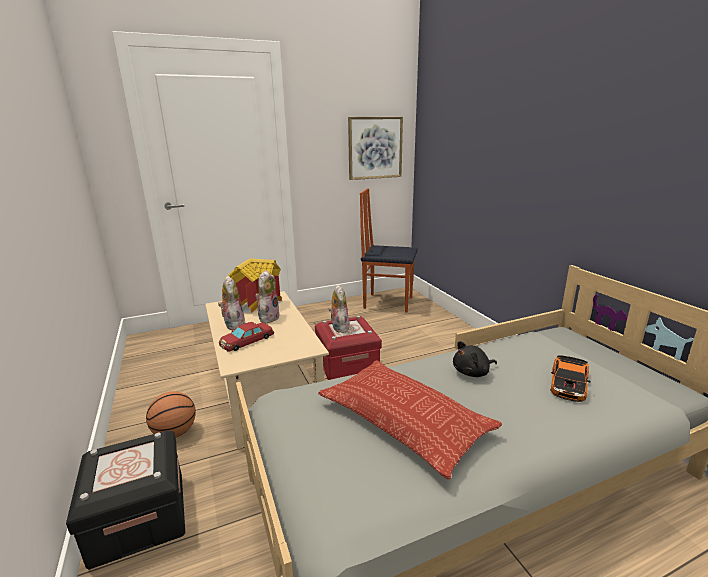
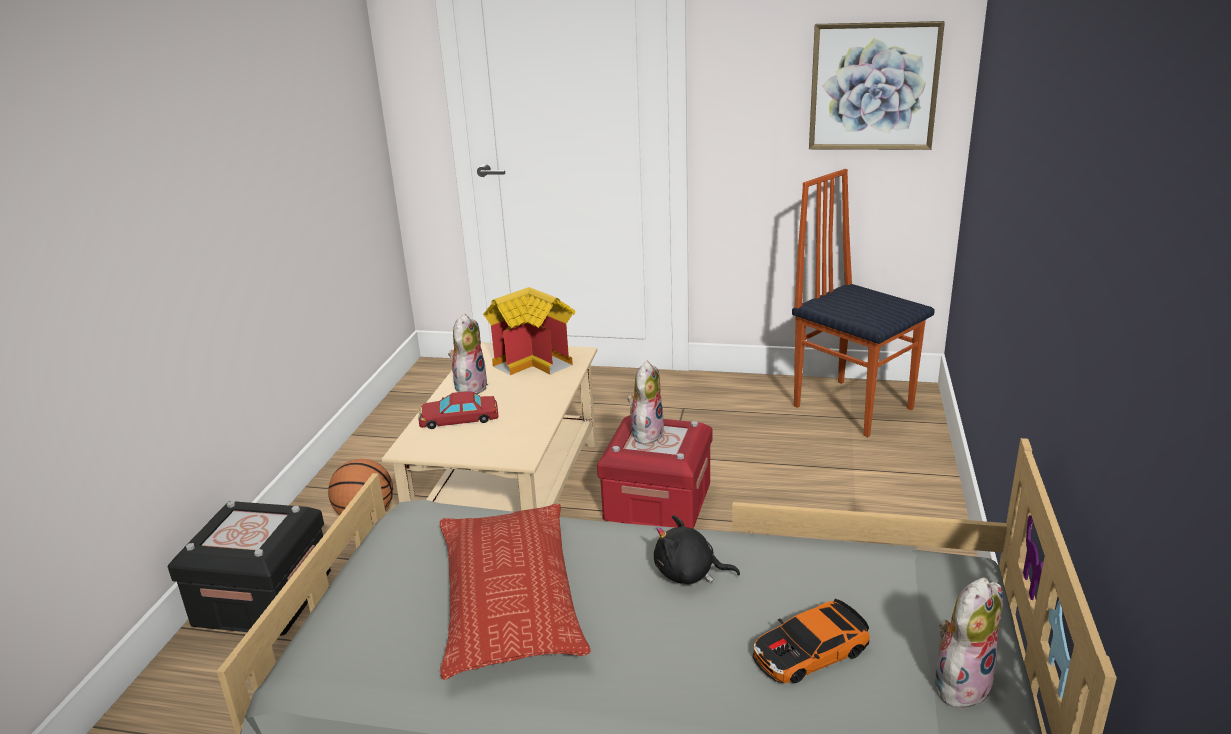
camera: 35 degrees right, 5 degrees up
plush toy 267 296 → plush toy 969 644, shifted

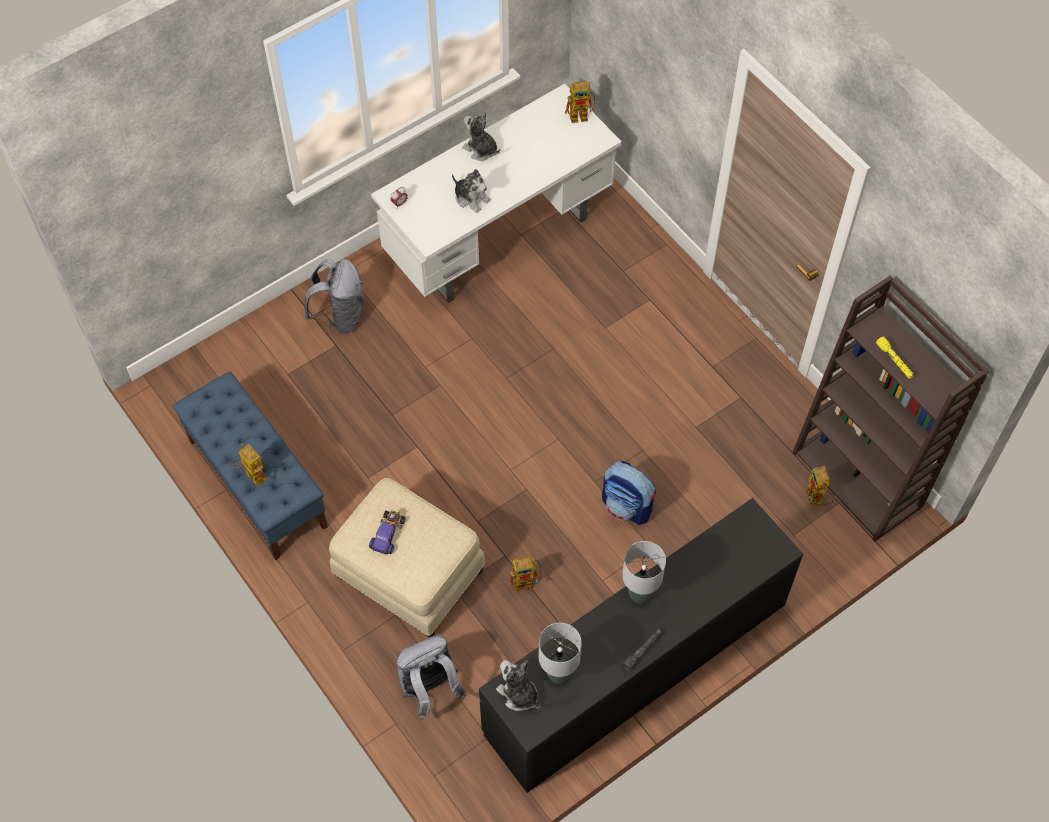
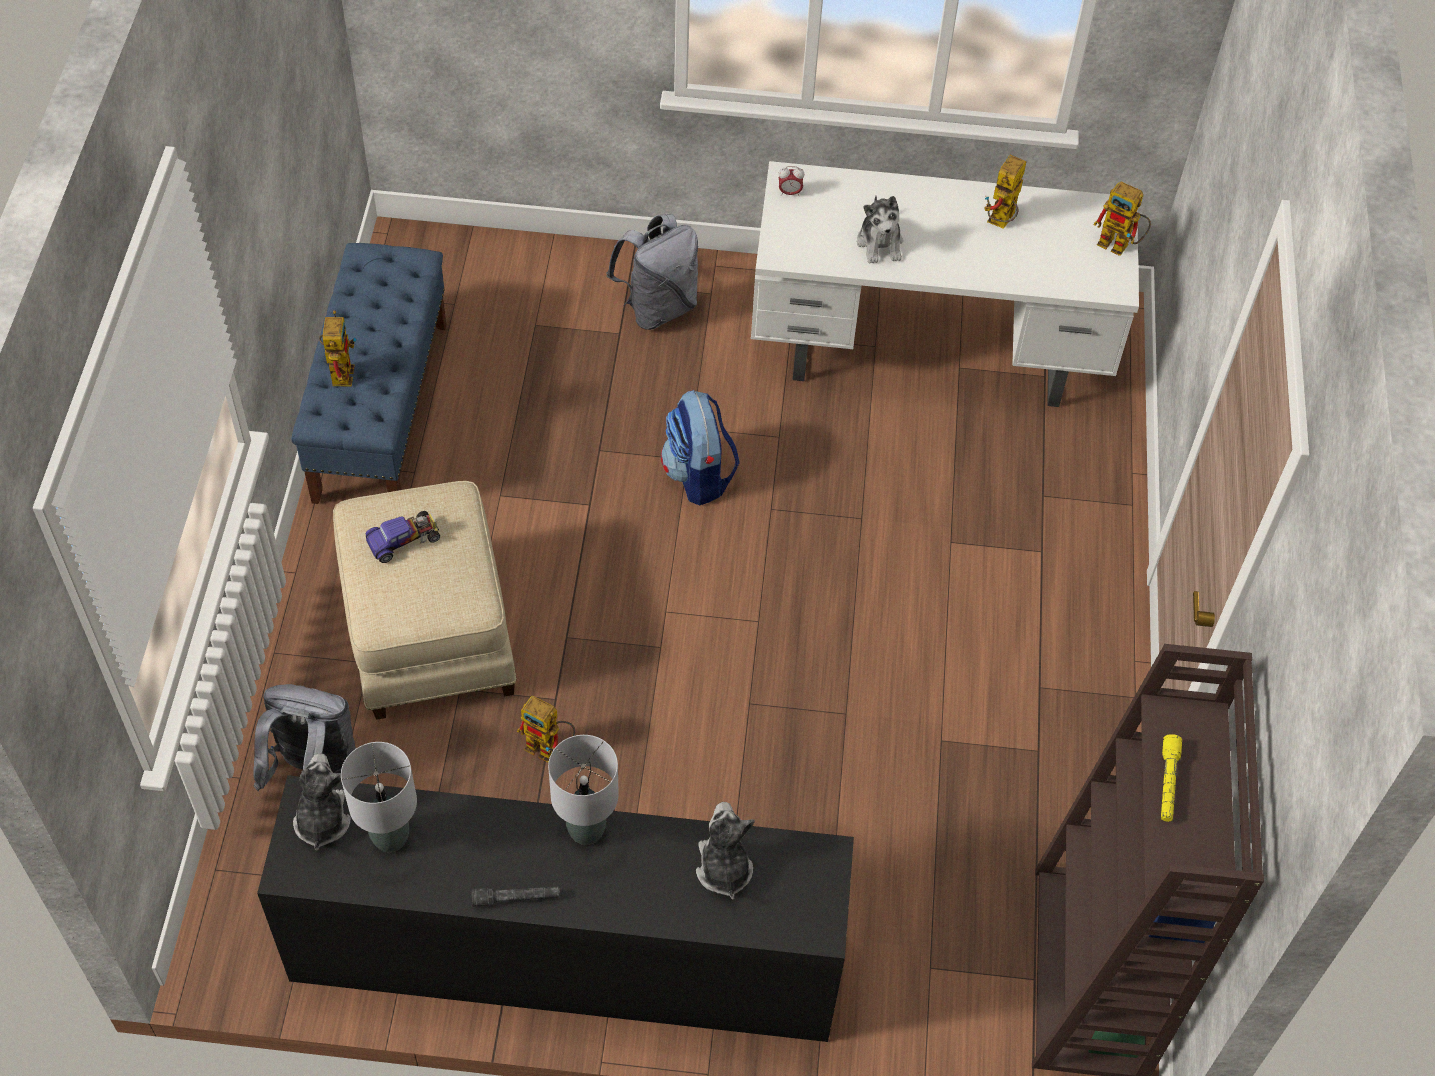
camera: 40 degrees right, 5 degrees down
plush toy 481 136 → plush toy 725 851, shifted
backpack 629 493 → backpack 700 447, shifted
toy robot 820 486 → toy robot 1005 192, shifted

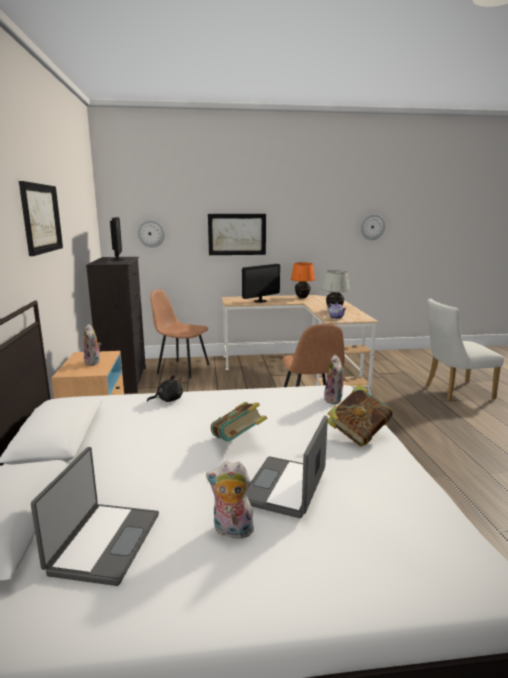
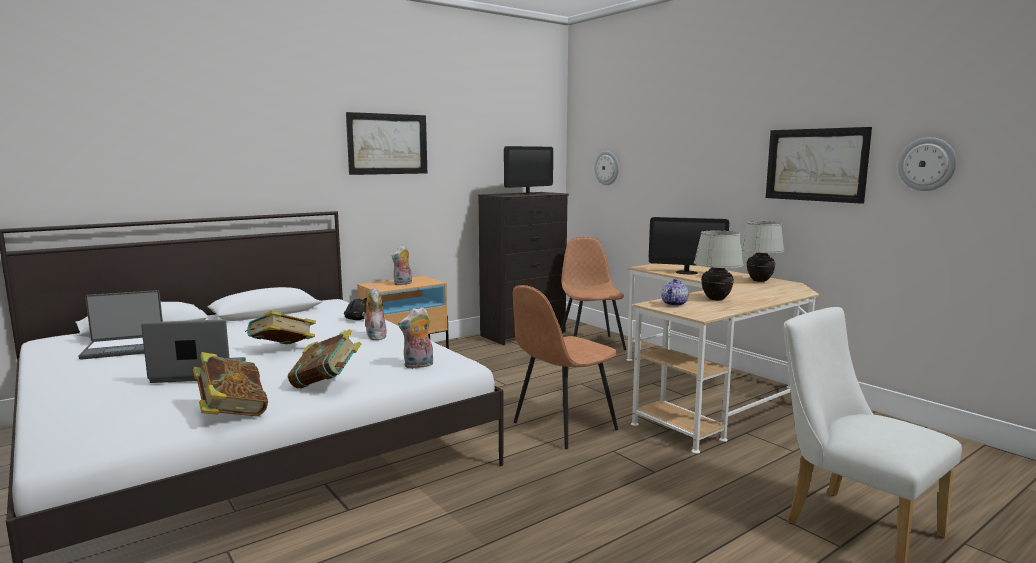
camera: 60 degrees right, 5 degrees down
picture 237 234 → picture 819 165, shifted
orange table lamp 303 280 → white table lamp 762 251
plush toy 230 500 → plush toy 374 313, shifted
- → book 230 384

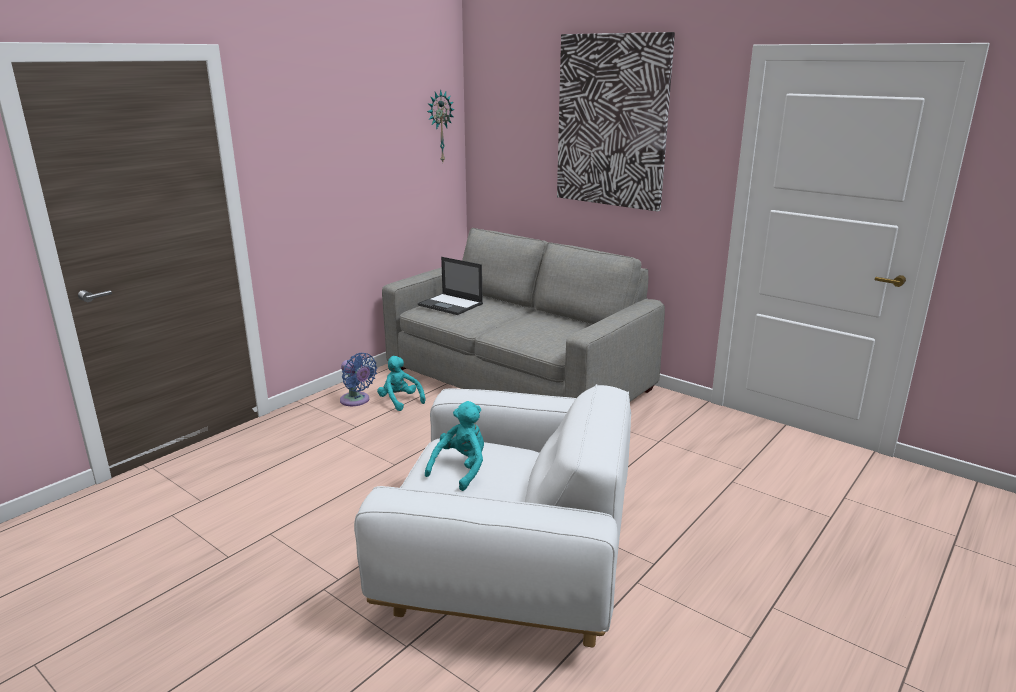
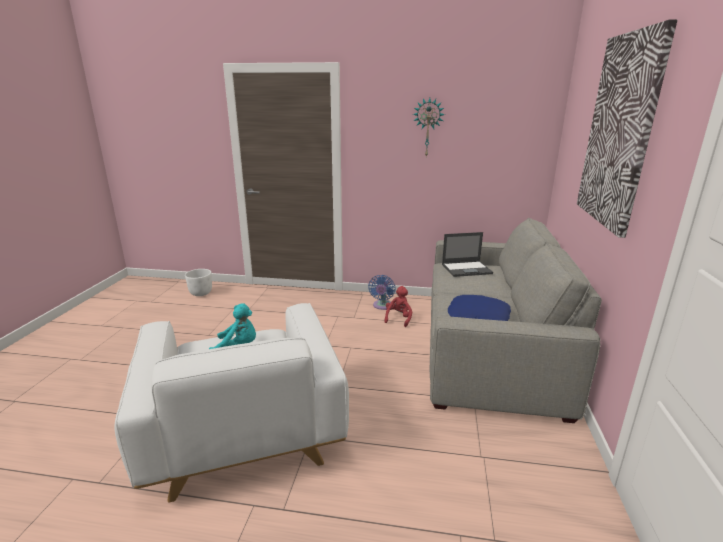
camera: 60 degrees right, 0 degrees up
wall clock 441 125 → wall clock 429 127, shifted
laptop 450 286 → laptop 467 254, 105 degrees counterclockwise
turquoise plush toy 401 383 → red plush toy 398 306
- → white planter 198 282
- → blue pillow 479 308

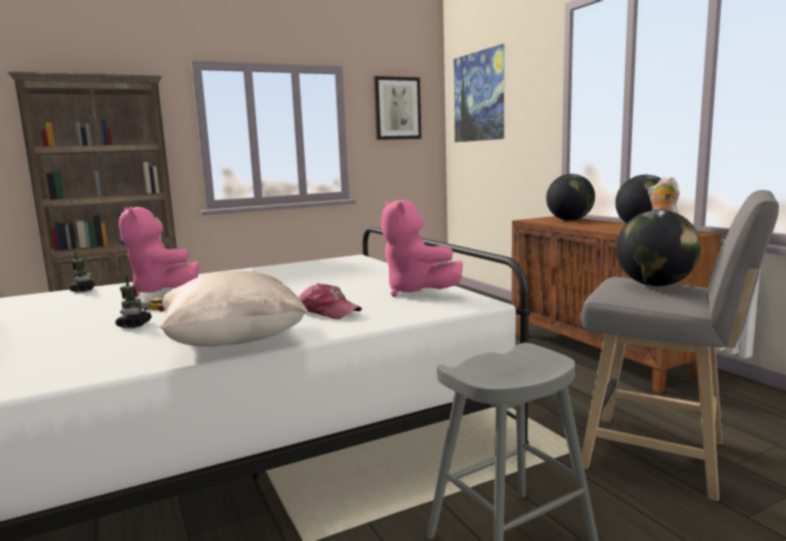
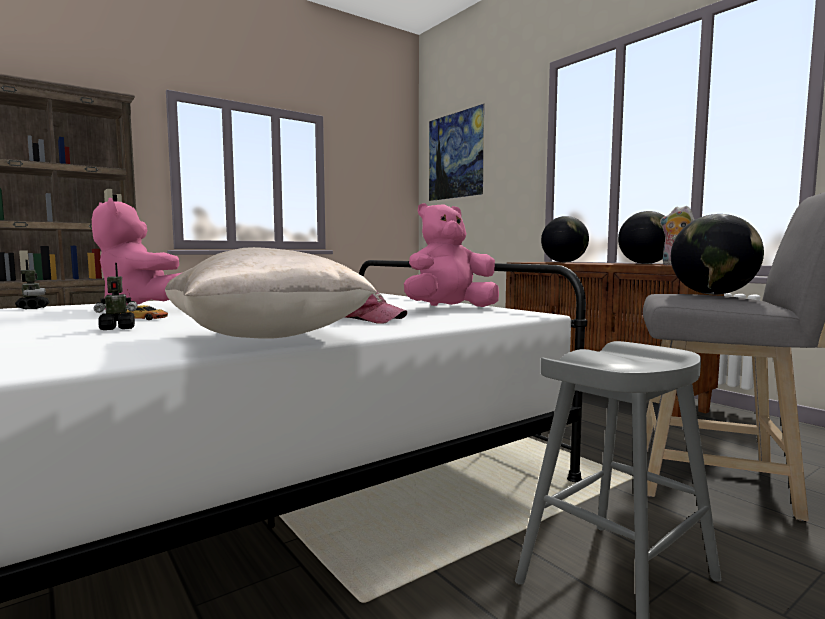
camera: 10 degrees left, 5 degrees down
picture 398 108 → -
pink plush toy 422 248 → pink plush toy 451 255, 105 degrees clockwise
toy robot 133 301 → toy robot 115 296, 75 degrees clockwise

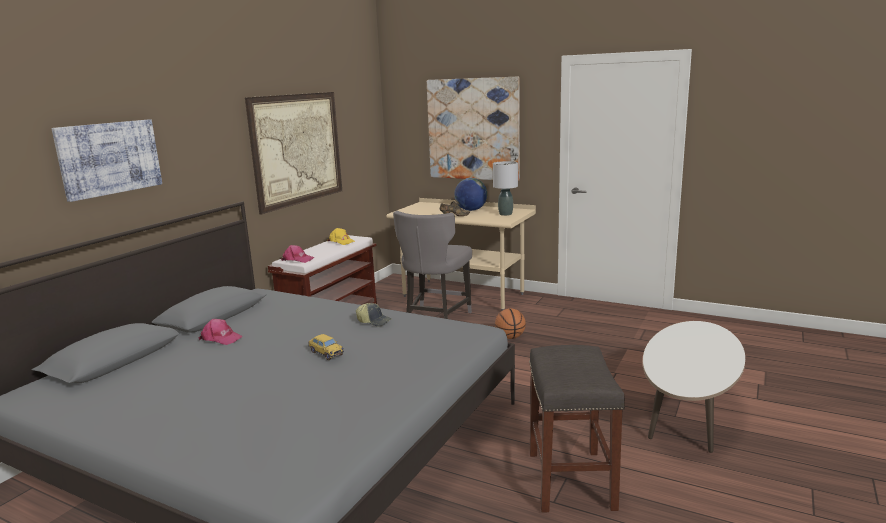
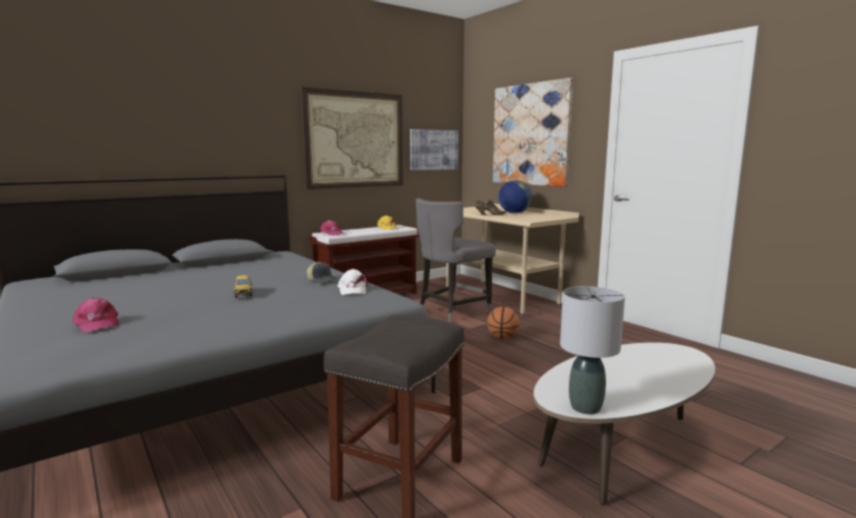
camera: 25 degrees right, 5 degrees down
picture 107 161 → picture 434 149, shifted
grey table lamp 505 188 → grey table lamp 592 350, shifted
pink cap 220 332 → pink cap 96 314, shifted
- → white cap 353 282

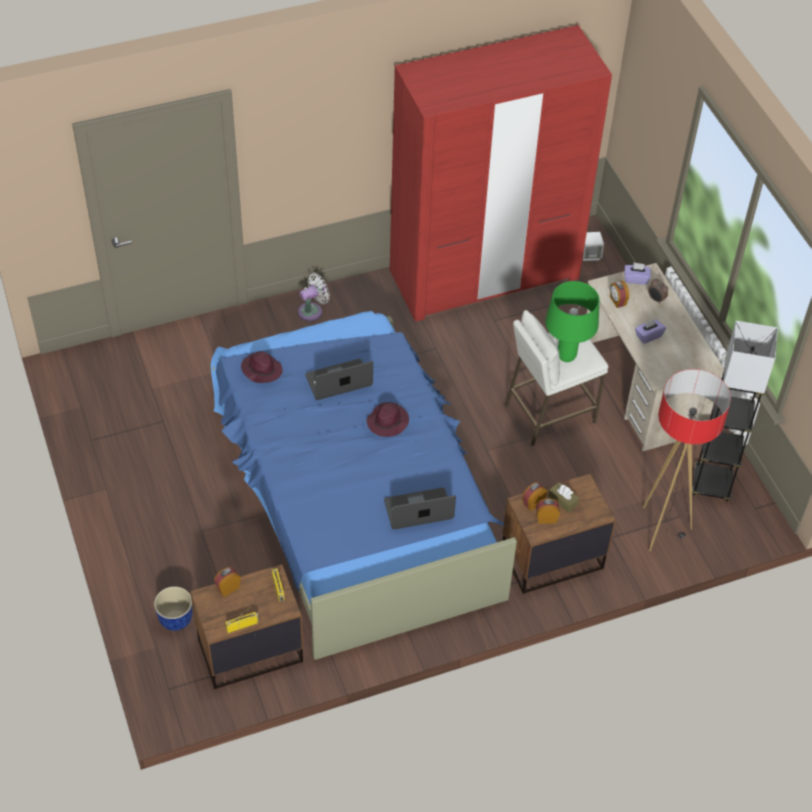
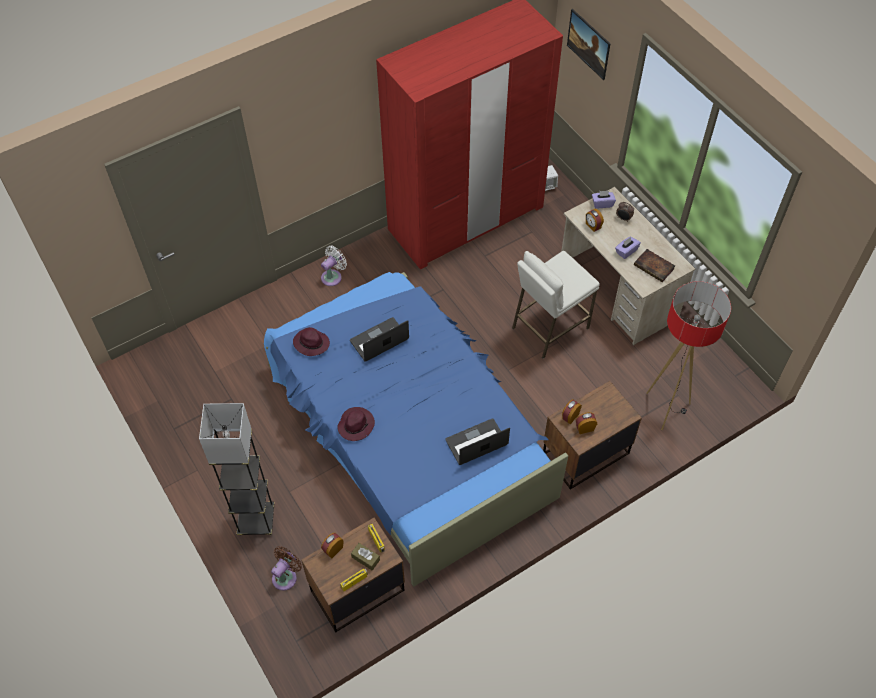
camera: 10 degrees left, 5 degrees up
green table lamp 572 321 → -
grey floor lamp 735 410 → grey floor lamp 236 469, shifted
purple hat 388 419 → purple hat 356 424, shifted
brown tissue box 563 497 → brown tissue box 365 557, shifted
planter 173 608 → brown fan 286 568
- → picture 588 44
- → book 654 265

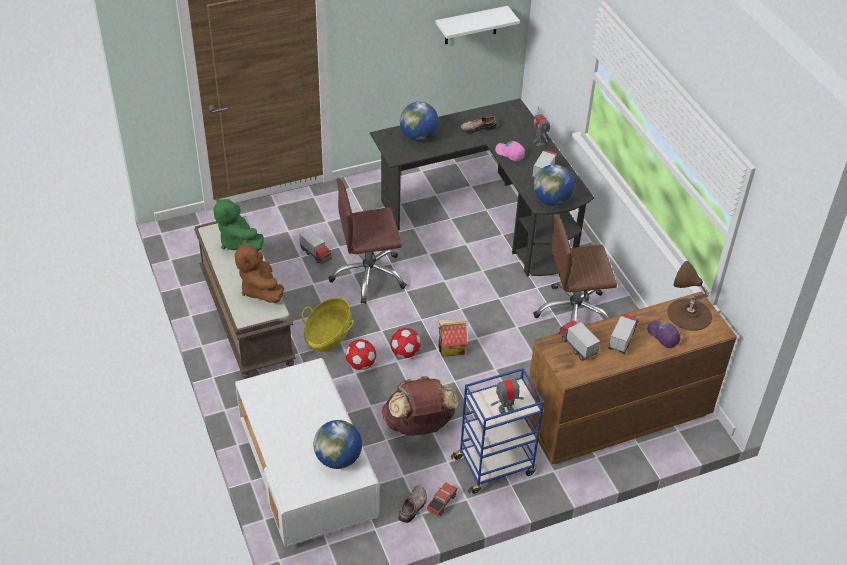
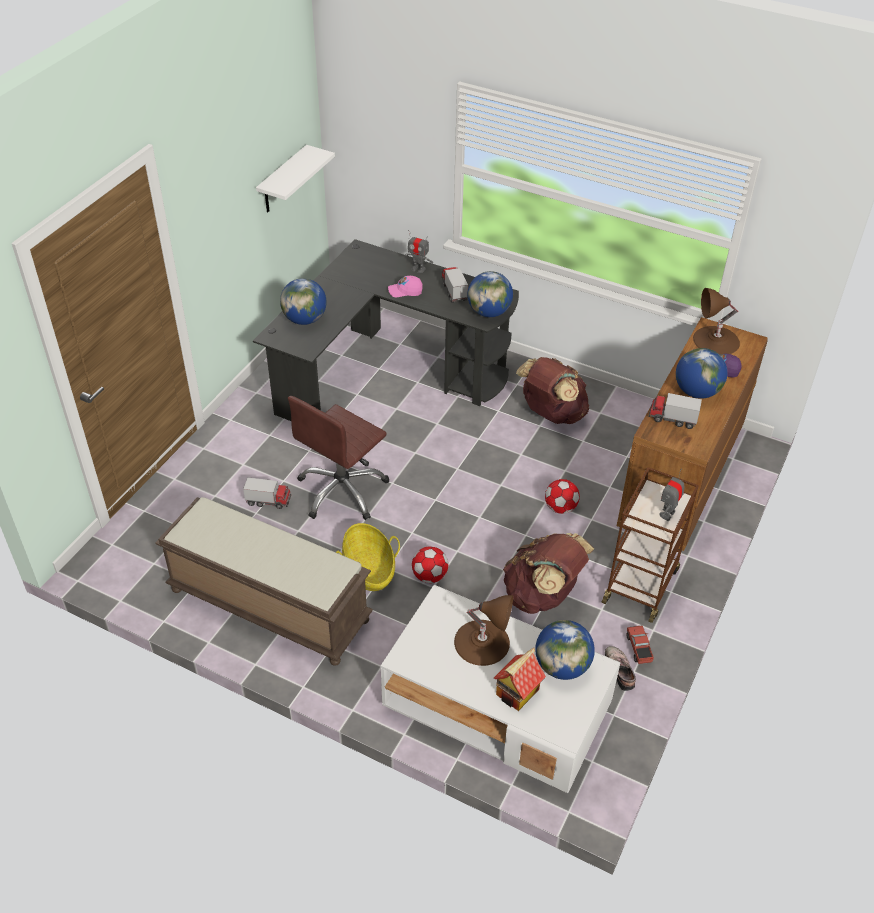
camera: 40 degrees left, 0 degrees up
shoe 478 124 → -
green plush toy 239 224 → -
brown office chair 575 268 → brown backpack 552 390
brown plush toy 259 272 → -
toy truck 623 334 → globe 702 373
toy house 452 338 → toy house 520 679, shifted
football 405 343 → football 562 496, shifted
blue cart 497 431 → brown cart 650 545
- → brown table lamp 483 630

